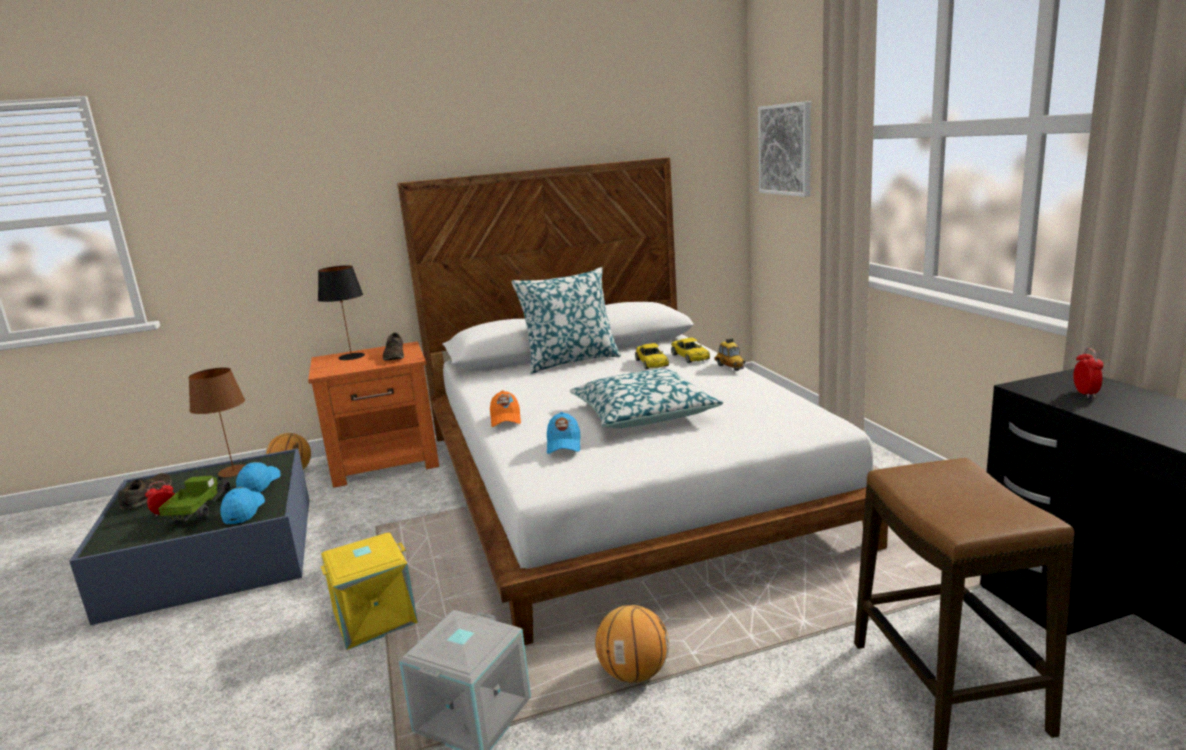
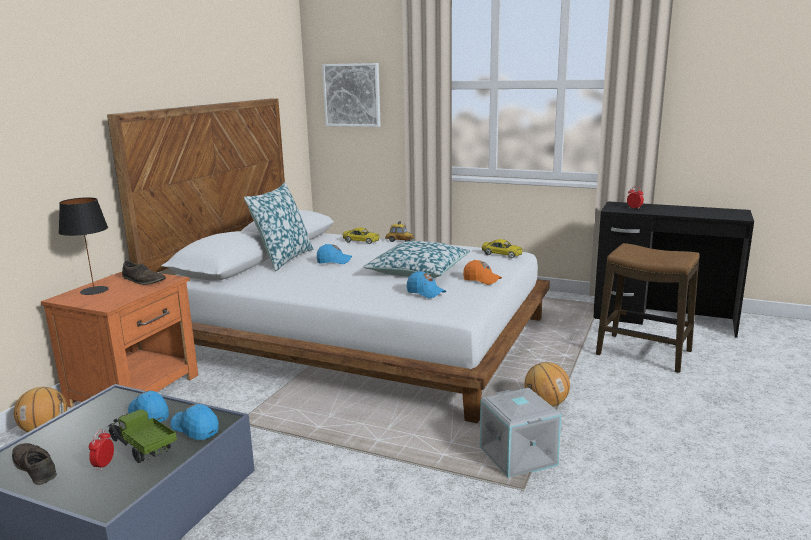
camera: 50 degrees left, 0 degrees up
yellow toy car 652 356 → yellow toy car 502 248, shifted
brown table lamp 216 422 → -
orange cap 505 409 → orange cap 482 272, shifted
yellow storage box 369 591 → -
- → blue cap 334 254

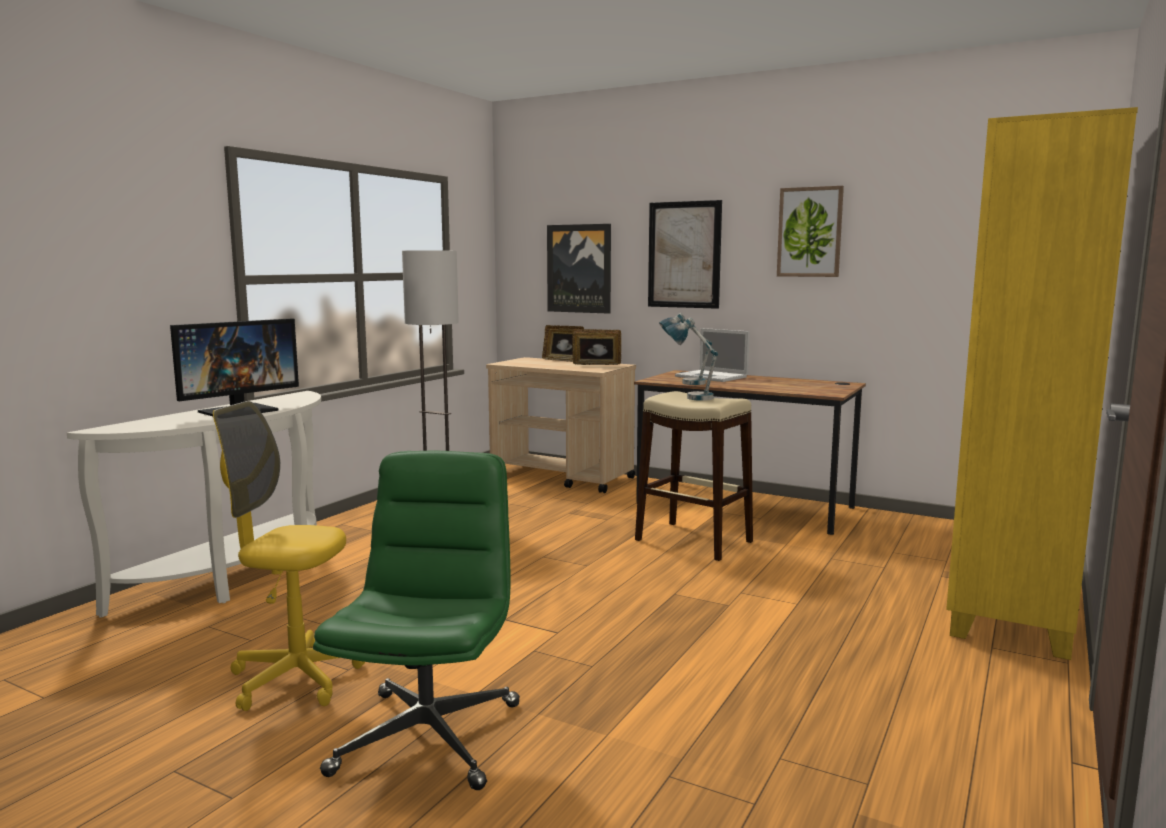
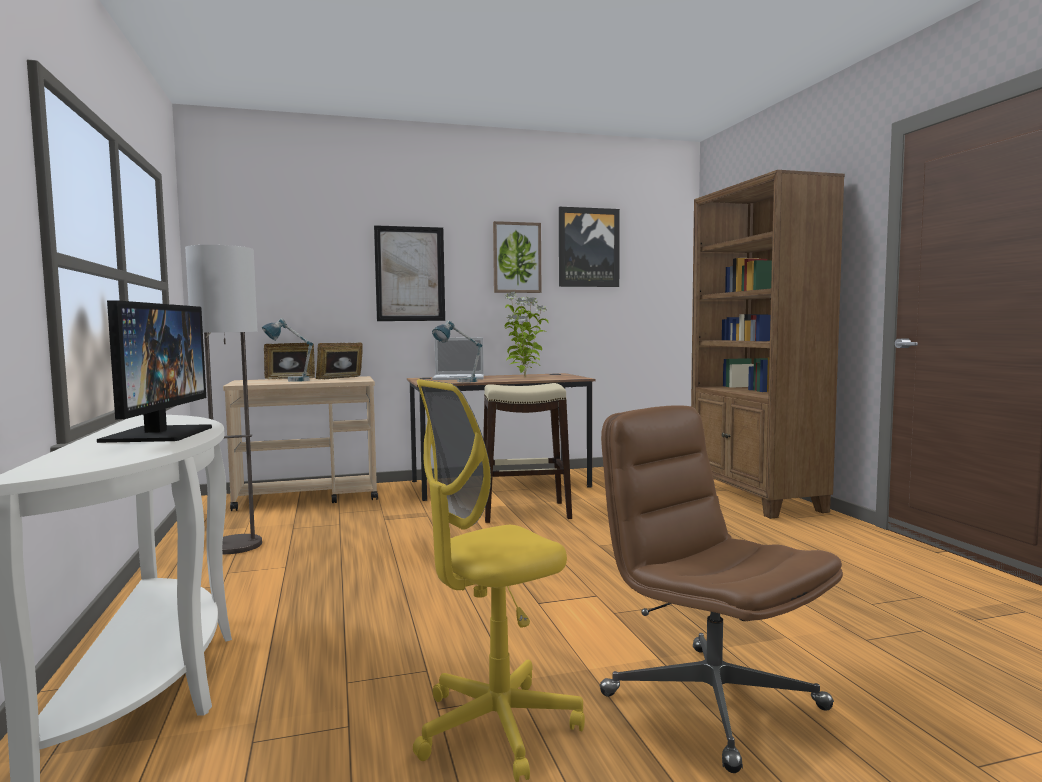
camera: 45 degrees left, 5 degrees down
yellow bookcase 1042 383 → brown bookcase 768 344
picture 579 269 → picture 589 247, shifted
table lamp 692 359 → table lamp 287 350, shifted
green office chair 416 620 → brown office chair 721 589
- → potted plant 527 334

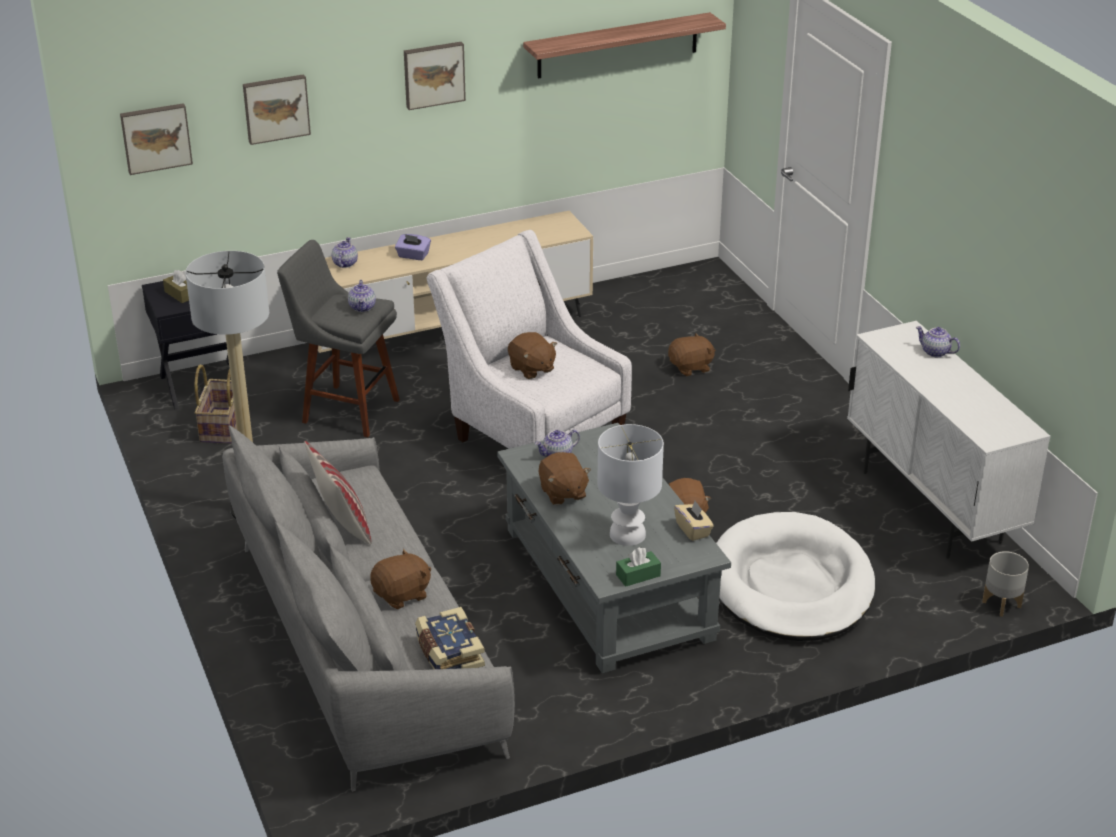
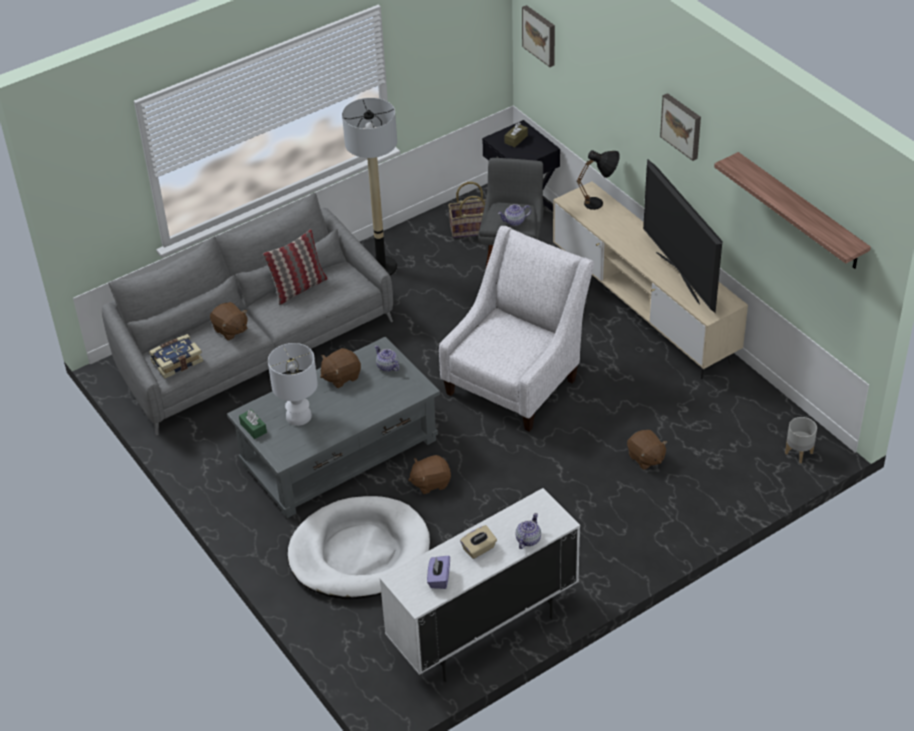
camera: 80 degrees right, 10 degrees up
picture 277 109 → -
purple tissue box 413 247 → purple tissue box 438 572, shifted
teapot 345 252 → black table lamp 598 180
brown plush toy 532 355 → -
beige tissue box 694 521 → beige tissue box 478 542, shifted
grey planter 1005 584 → grey planter 801 440, shifted
- → television 682 236

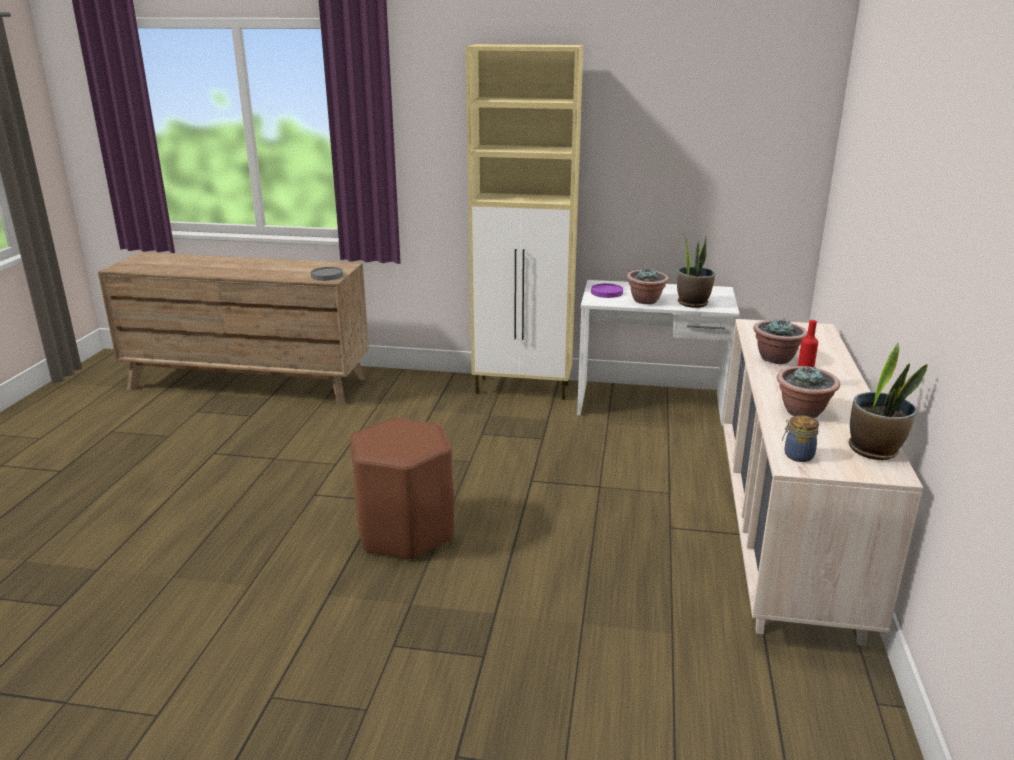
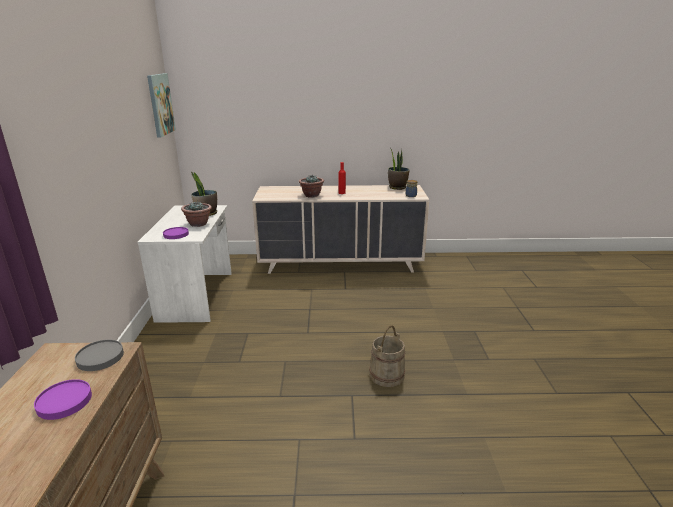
camera: 100 degrees left, 0 degrees up
beige cabinet 524 222 → -
potted plant 808 392 → -
brown stool 402 489 → beige bucket 387 356
- → picture 161 105
- → purple plate 63 399

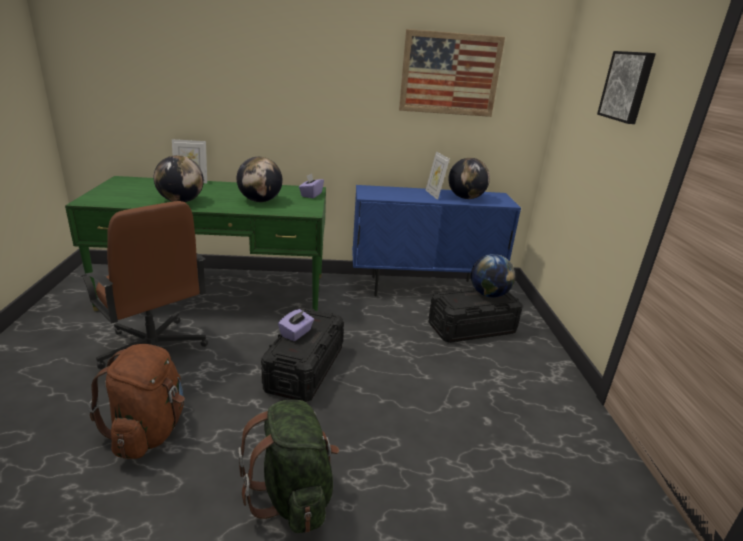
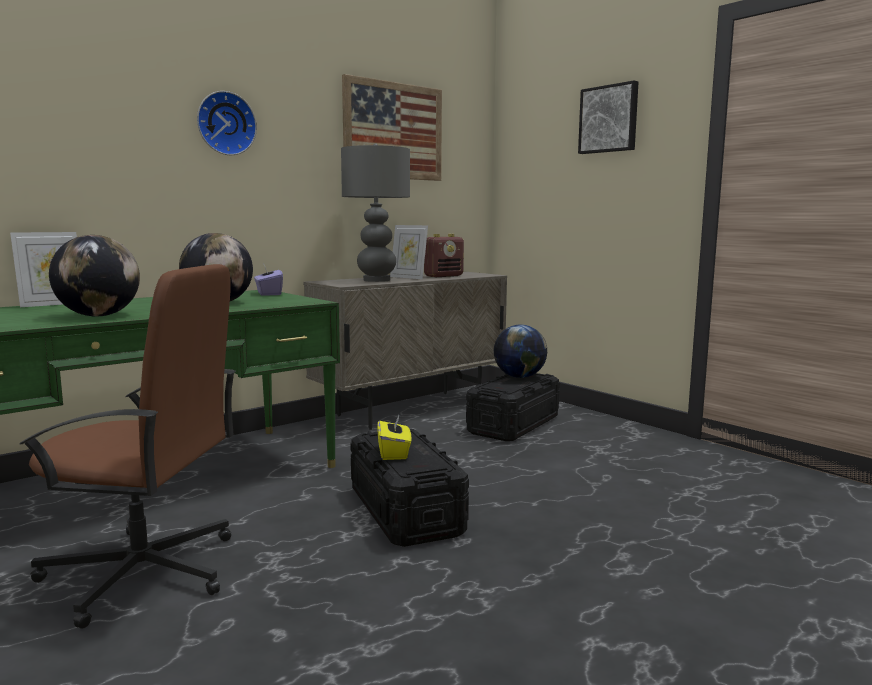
camera: 35 degrees left, 15 degrees down
globe 469 178 → radio 444 255
blue cabinet 436 241 → beige cabinet 405 351
purple tissue box 296 325 → yellow tissue box 394 437
brown backpack 137 401 → -
green backpack 288 466 → -
- → wall clock 227 123
- → grey table lamp 375 213

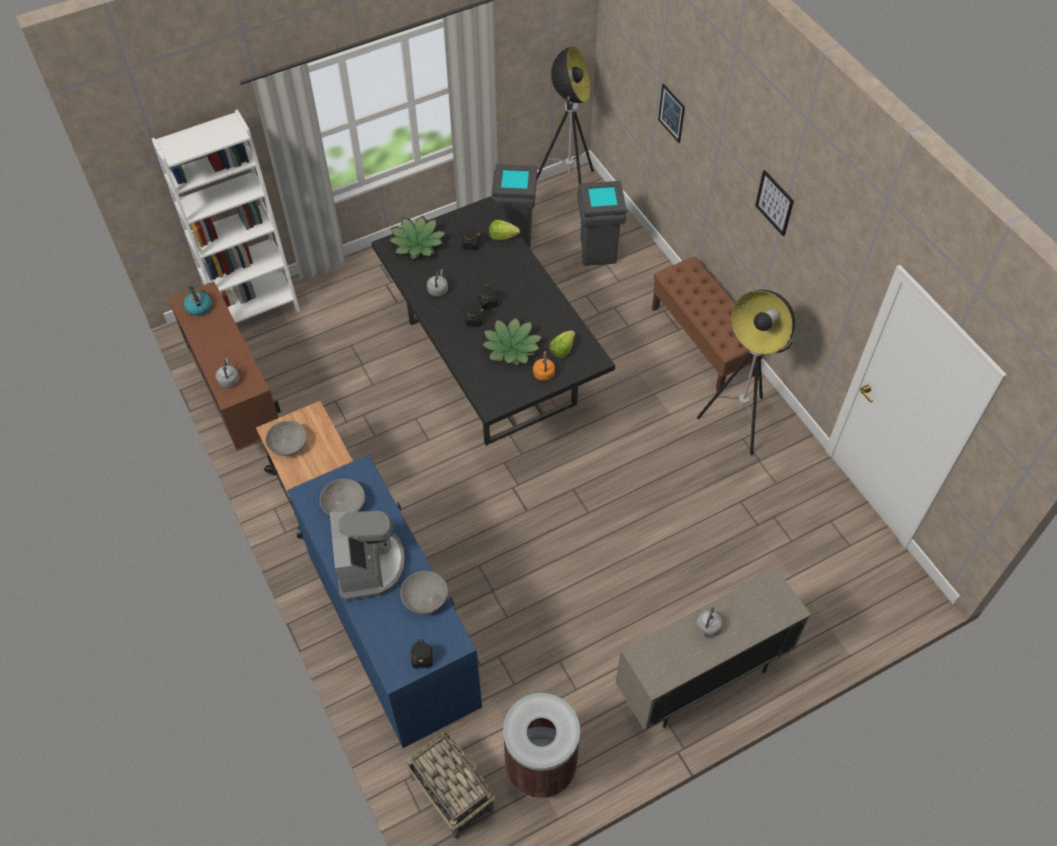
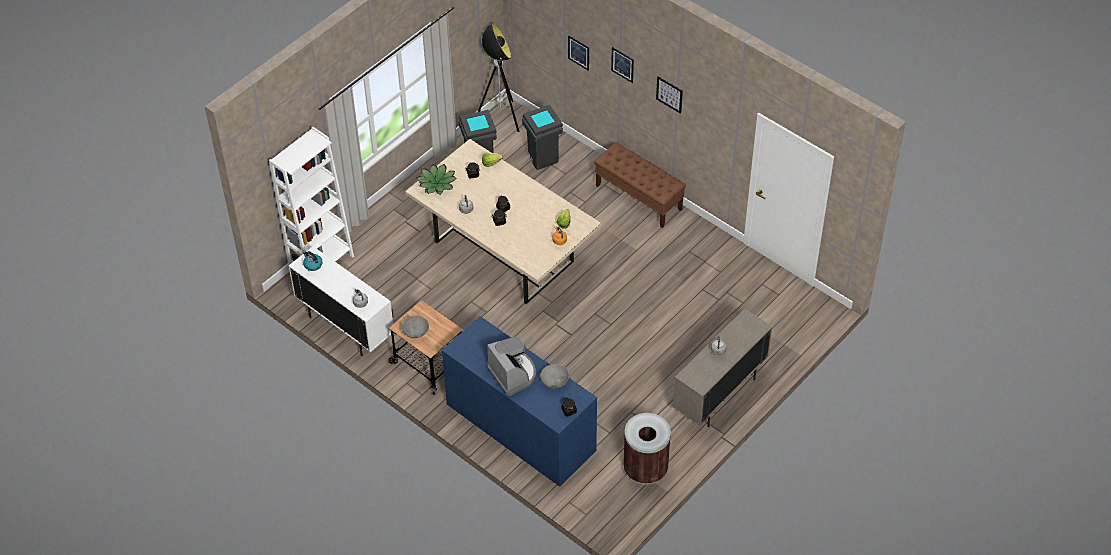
camera: 20 degrees left, 5 degrees down
black dining table 493 320 → beige dining table 503 221
brown cabinet 224 366 → white cabinet 341 301
floor lamp 746 372 → -
potted plant 512 341 → -
grey bowl 342 497 → -
basket 450 785 → -
- → picture 622 65

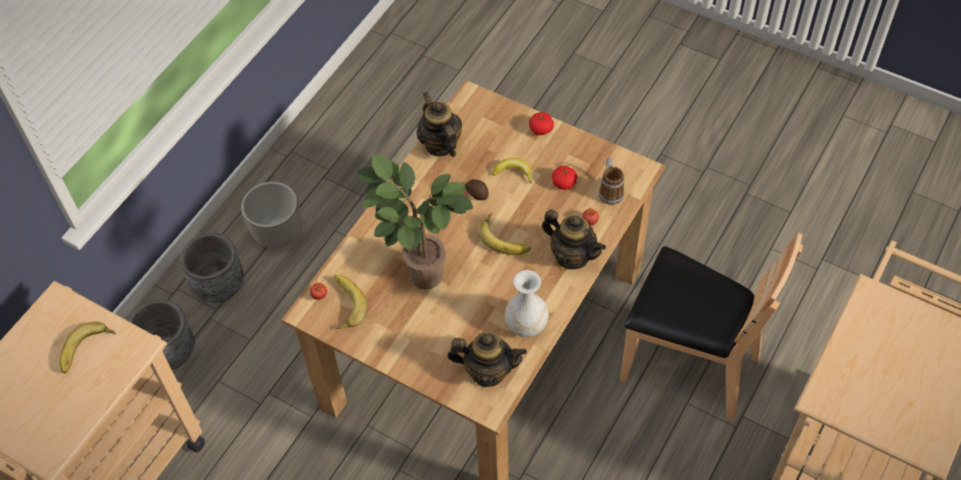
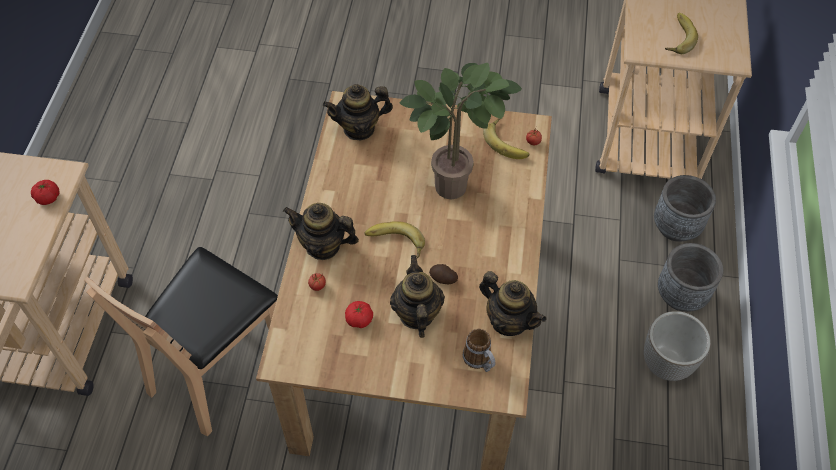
camera: 155 degrees right, 0 degrees up
tomato 541 123 → tomato 45 192, shifted
banana 512 171 → teapot 417 296
mug 611 181 → mug 479 350, shifted
brown chair 711 327 → brown chair 181 342, 60 degrees counterclockwise
white vase 526 303 → -

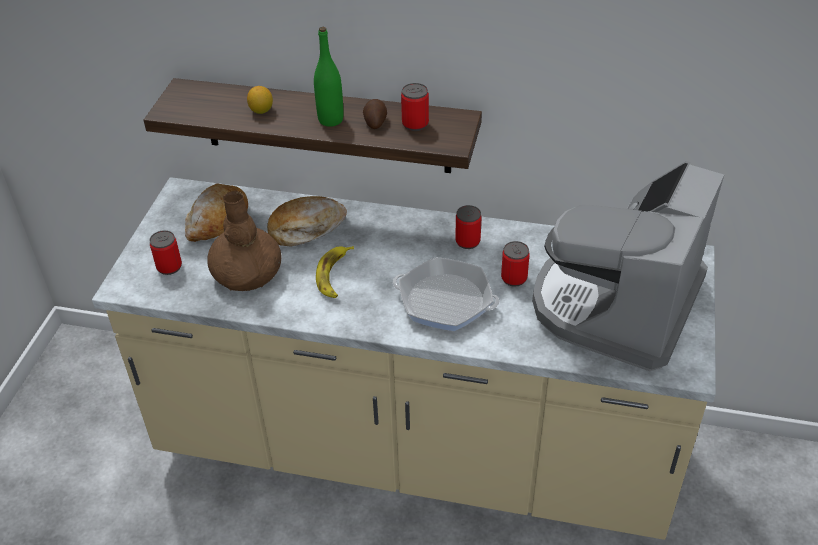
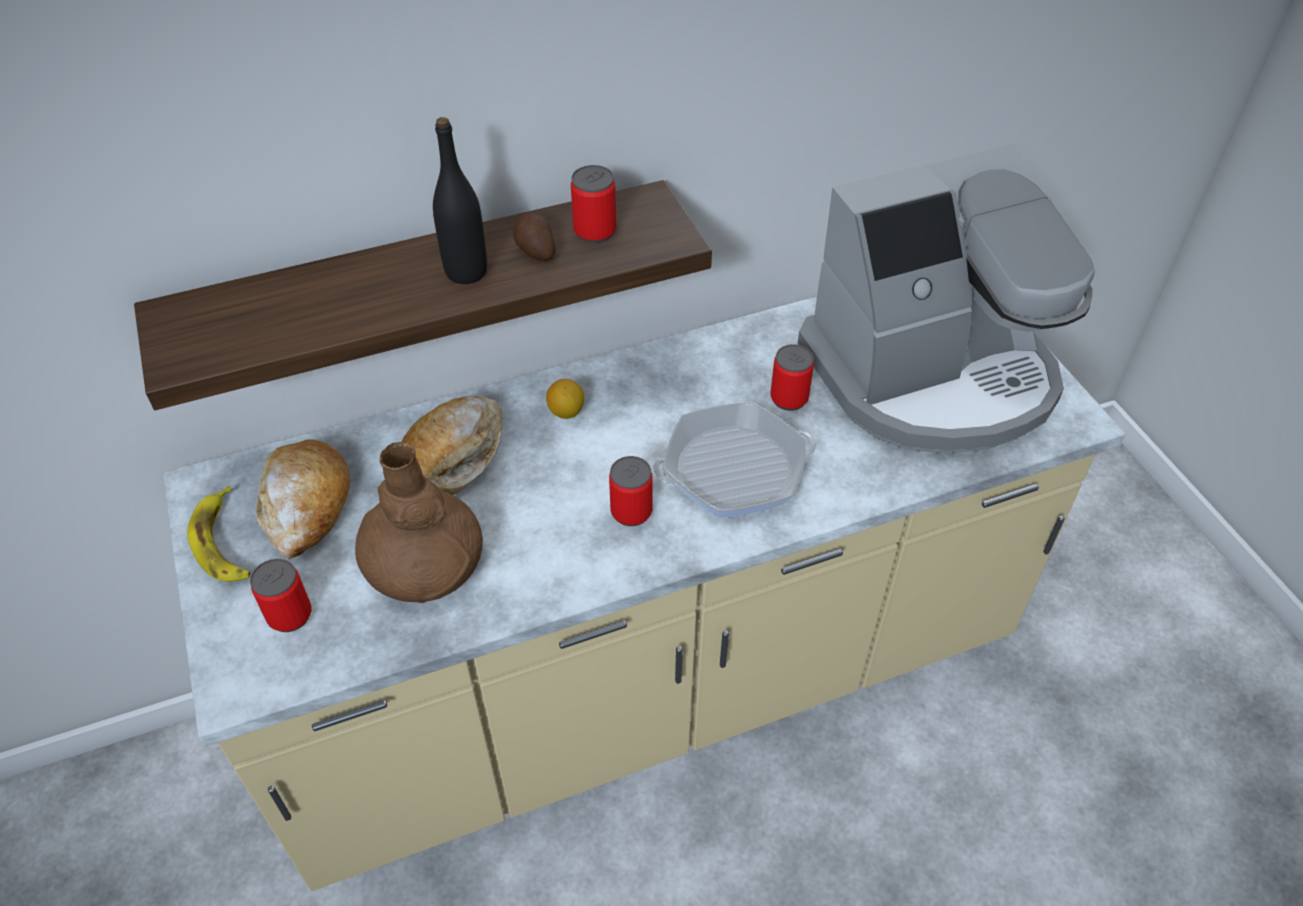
camera: 35 degrees left, 5 degrees up
green bottle 329 77 → black bottle 460 200
lemon 260 100 → lemon 565 399, shifted
coffee machine 628 266 → coffee machine 946 299, 105 degrees counterclockwise
can 468 227 → can 630 491, shifted
banana 335 272 → banana 218 534, shifted

